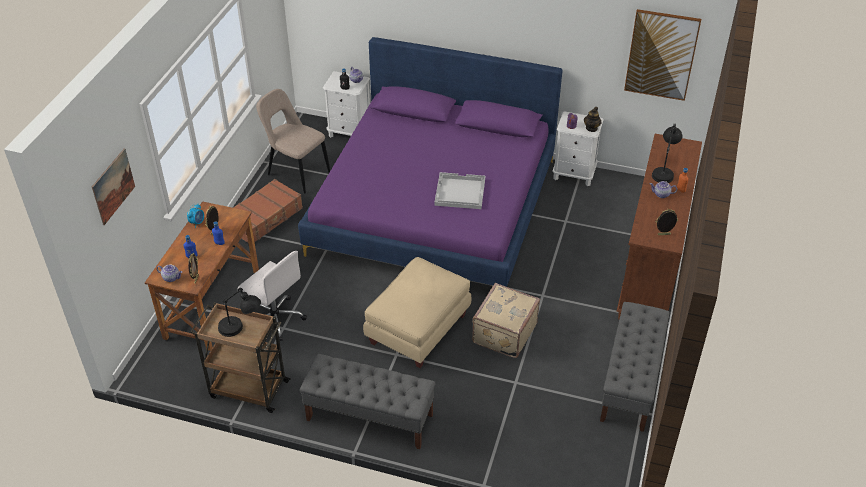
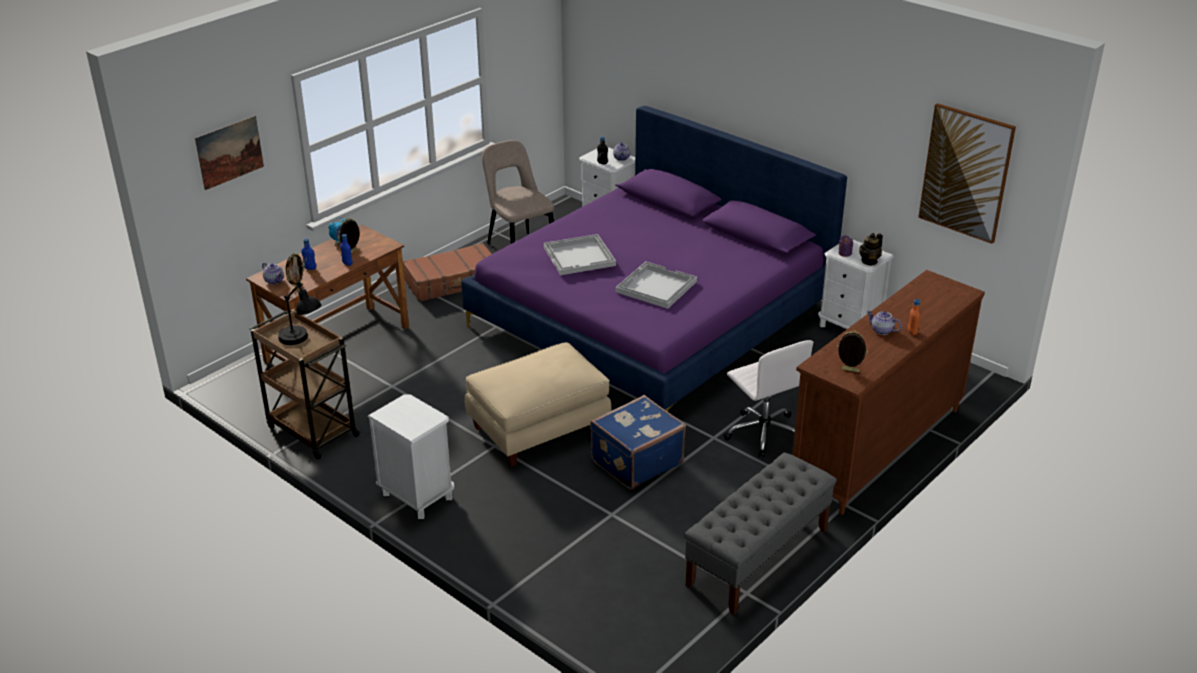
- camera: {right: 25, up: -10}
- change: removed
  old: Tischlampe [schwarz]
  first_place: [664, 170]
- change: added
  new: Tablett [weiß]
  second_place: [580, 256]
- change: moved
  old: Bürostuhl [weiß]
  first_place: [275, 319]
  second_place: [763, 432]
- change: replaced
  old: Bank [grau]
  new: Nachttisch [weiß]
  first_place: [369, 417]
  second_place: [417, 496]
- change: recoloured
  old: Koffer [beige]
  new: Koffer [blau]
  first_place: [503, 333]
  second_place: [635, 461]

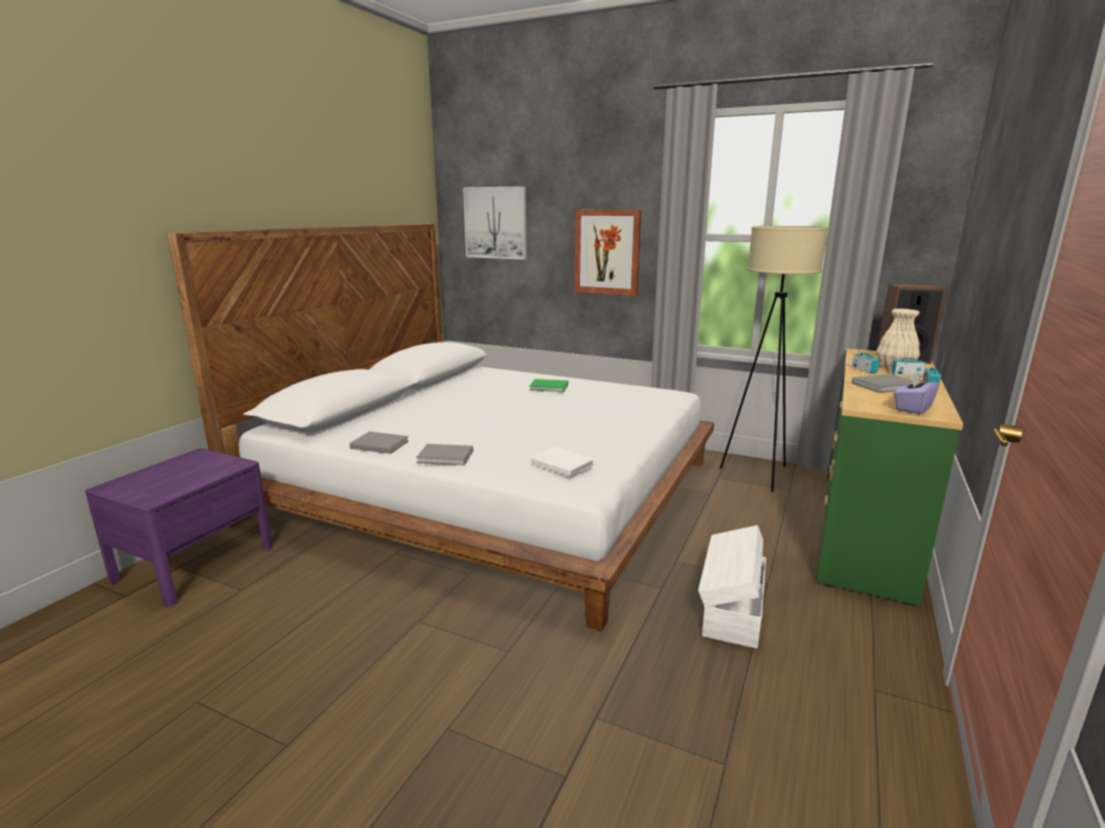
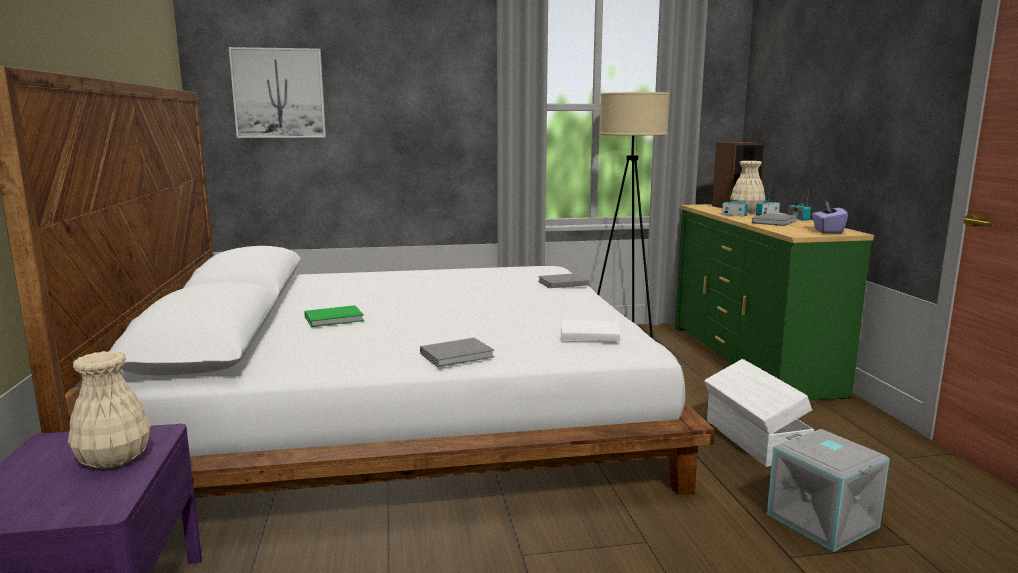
- camera: {right: -35, up: -5}
- change: removed
  old: Bild
  first_place: [607, 252]
- change: added
  new: Vase [beige]
  second_place: [113, 459]
- change: added
  new: Aufbewahrungsbox [grau]
  second_place: [824, 520]
- change: moved
  old: Buch [grau]
  first_place: [379, 444]
  second_place: [561, 283]
- change: moved
  old: Buch [grün]
  first_place: [550, 387]
  second_place: [335, 319]

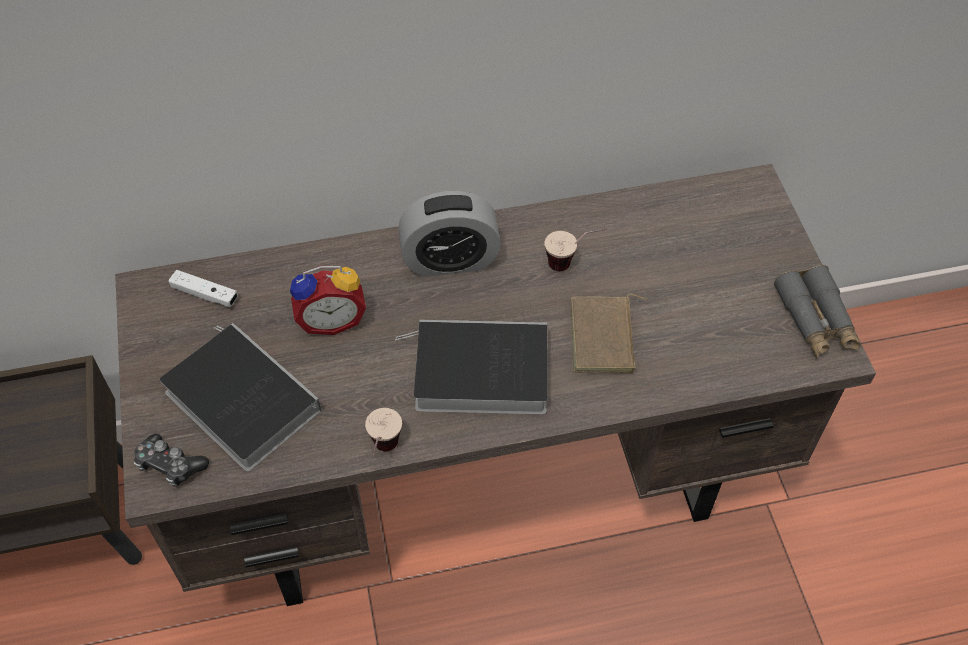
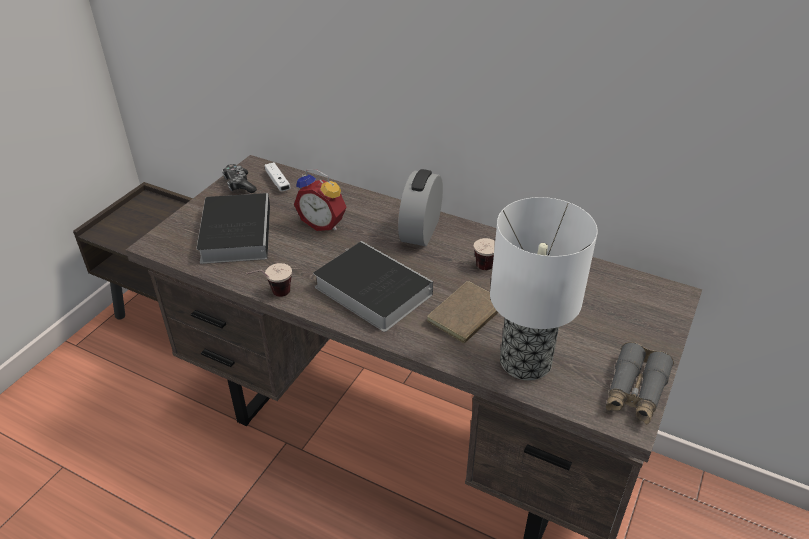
- camera: {right: 40, up: -15}
- change: added
  new: Tischlampe
  second_place: [526, 363]
- change: moved
  old: Gamepad
  first_place: [170, 465]
  second_place: [239, 184]
- change: turned
  old: Wecker
  first_place: [450, 260]
  second_place: [420, 231]
  degrees: 75

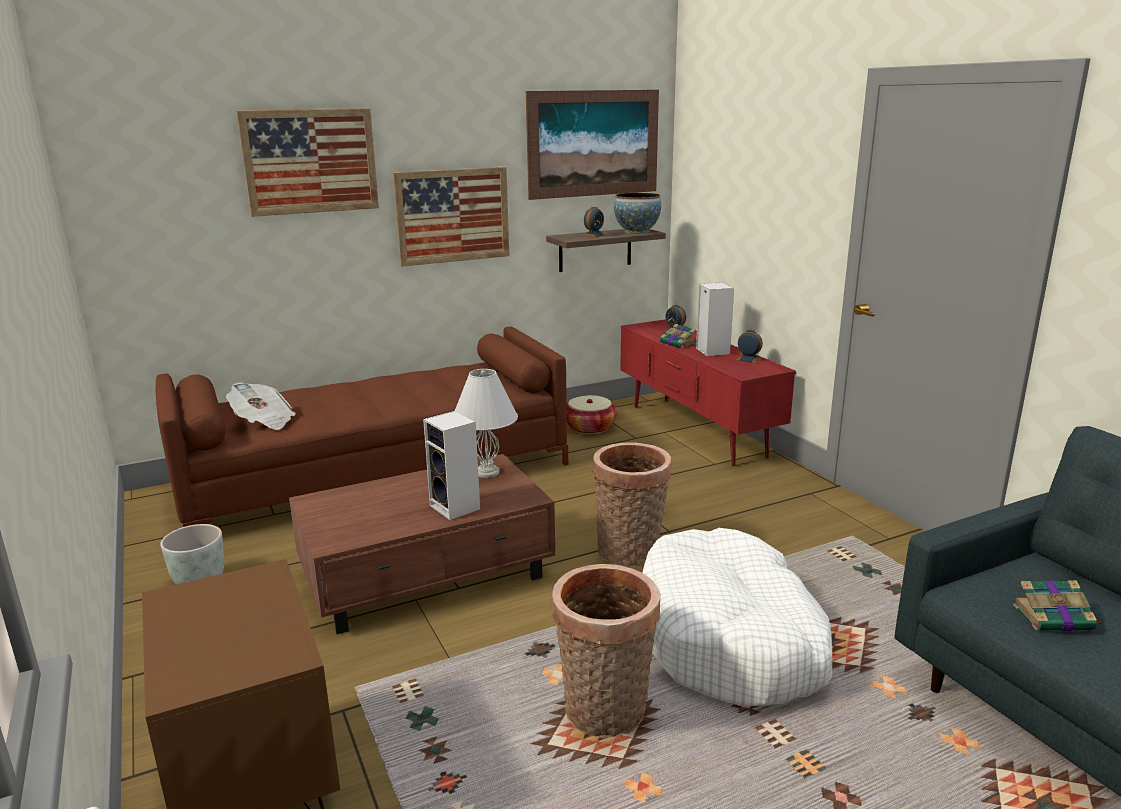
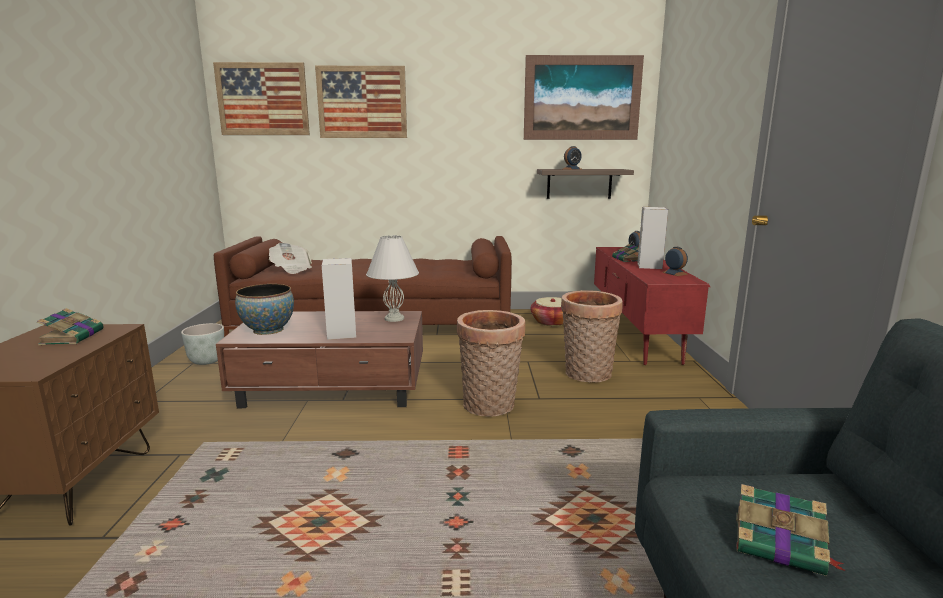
- camera: {right: 25, up: -5}
- change: removed
  old: Hundebett [weiß]
  first_place: [729, 639]
- change: added
  new: Buch
  second_place: [73, 336]
- change: moved
  old: Bild
  first_place: [453, 215]
  second_place: [263, 99]
- change: moved
  old: Korb
  first_place: [605, 714]
  second_place: [587, 375]
- change: moved
  old: Schüssel
  first_place: [637, 231]
  second_place: [268, 330]

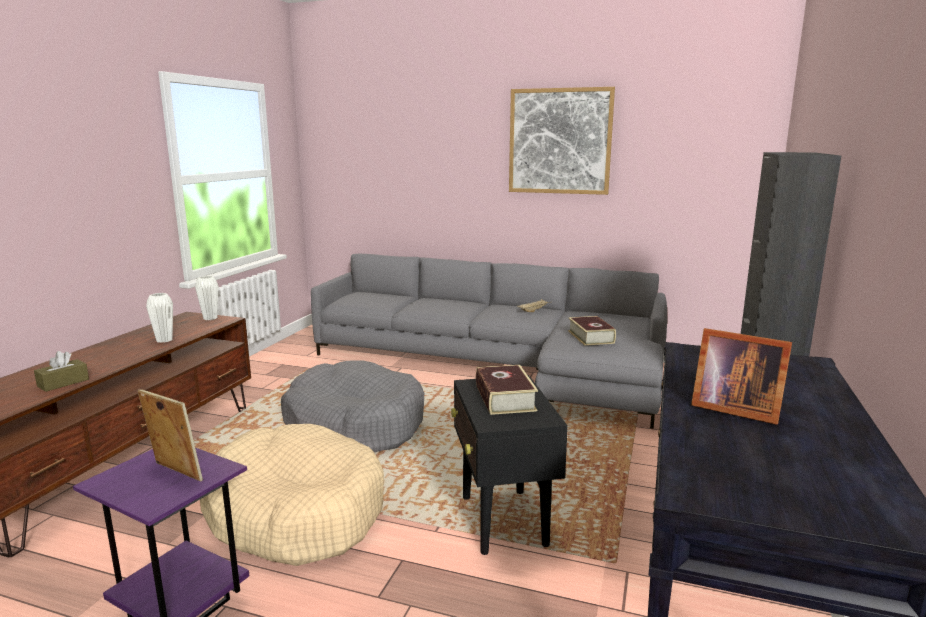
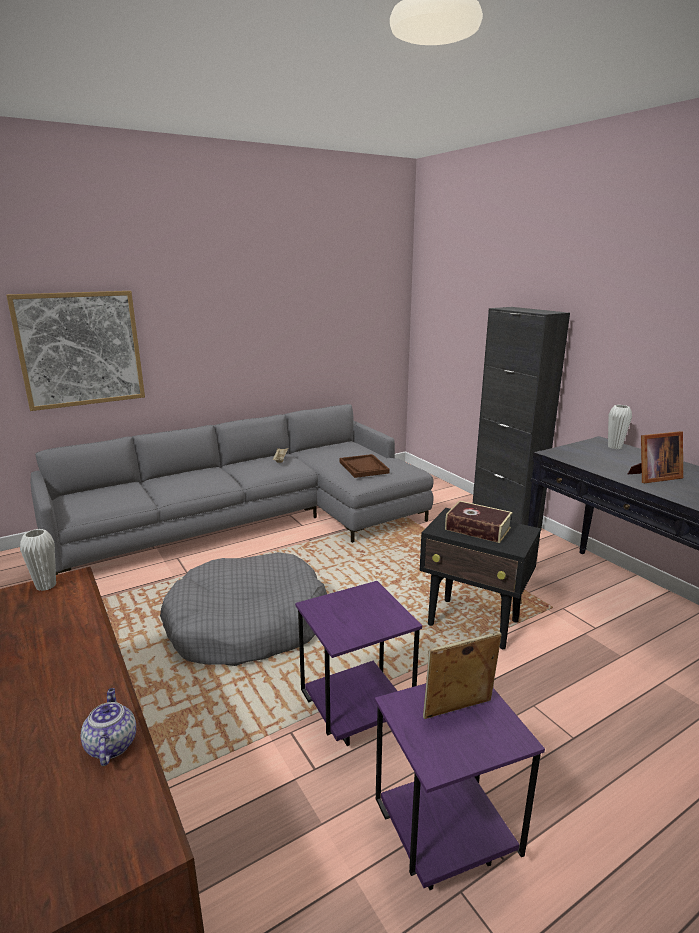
- camera: {right: -50, up: 5}
- change: moved
  old: Vase [weiß]
  first_place: [164, 340]
  second_place: [614, 447]
- change: moved
  old: Bild
  first_place: [560, 141]
  second_place: [80, 349]
- change: replaced
  old: Taschentuchbox [braun]
  new: Teekanne
  first_place: [63, 383]
  second_place: [111, 745]
- change: replaced
  old: Hundebett [beige]
  new: Beistelltisch [lila]
  first_place: [295, 512]
  second_place: [356, 716]
- change: replaced
  old: Buch
  new: Tablett [braun]
  first_place: [590, 337]
  second_place: [364, 467]

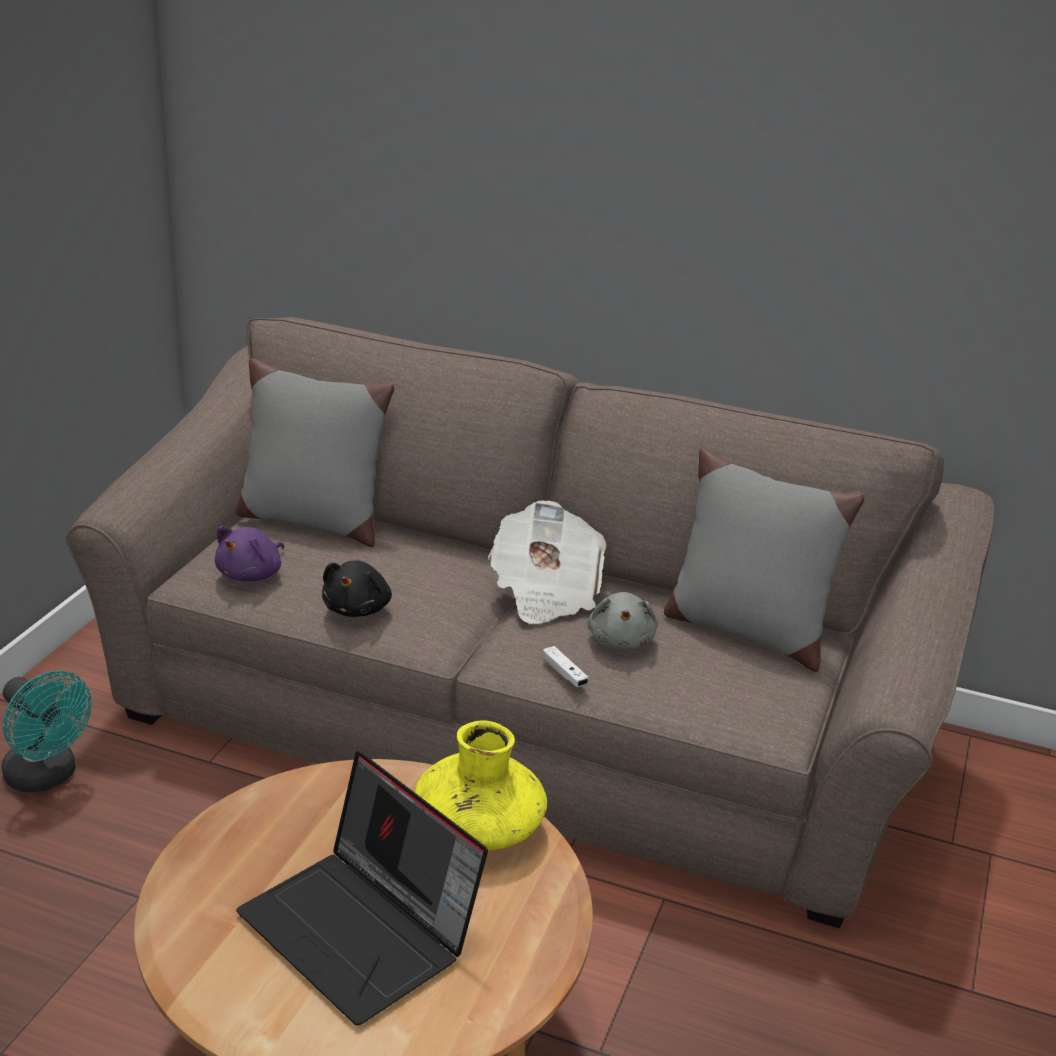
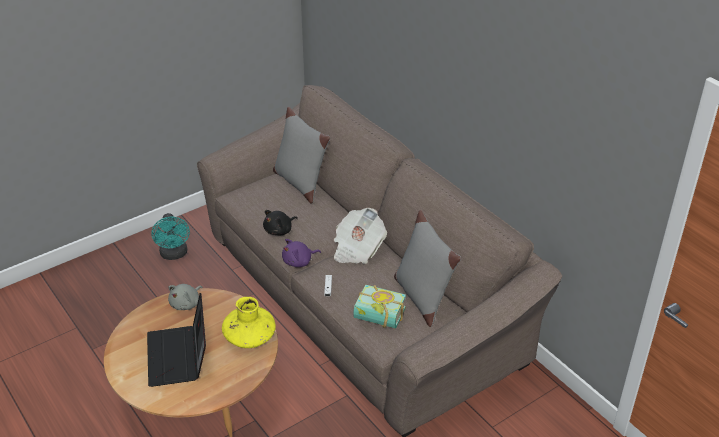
- camera: {right: 35, up: 10}
- change: added
  new: Buch
  second_place: [377, 319]
- change: moved
  old: Plüschtier [lila]
  first_place: [252, 574]
  second_place: [299, 261]
- change: moved
  old: Plüschtier [grau]
  first_place: [621, 640]
  second_place: [186, 304]

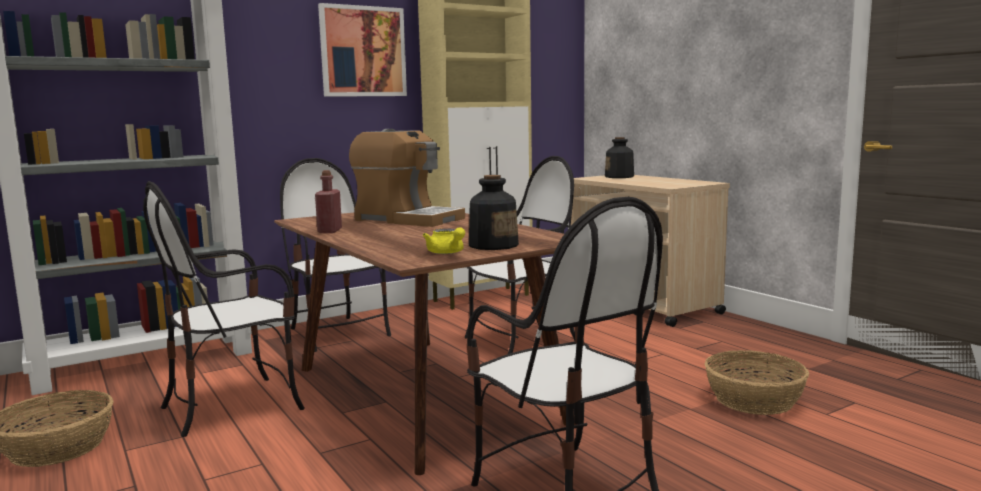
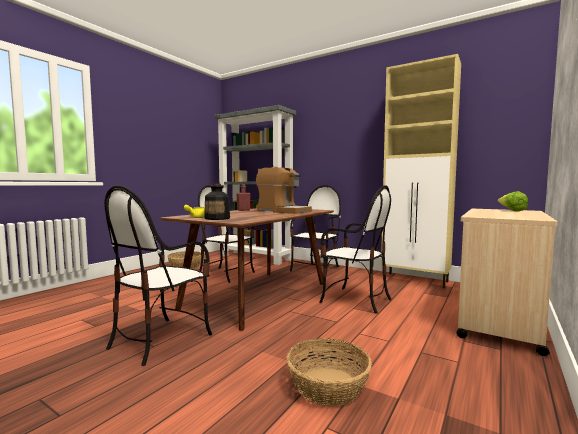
- camera: {right: 65, up: -5}
- change: removed
  old: Bild
  first_place: [363, 51]
- change: replaced
  old: Flasche
  new: Salatkopf
  first_place: [619, 177]
  second_place: [511, 211]
- change: turned
  old: Kaffeemaschine
  first_place: [407, 219]
  second_place: [283, 211]
  degrees: -60

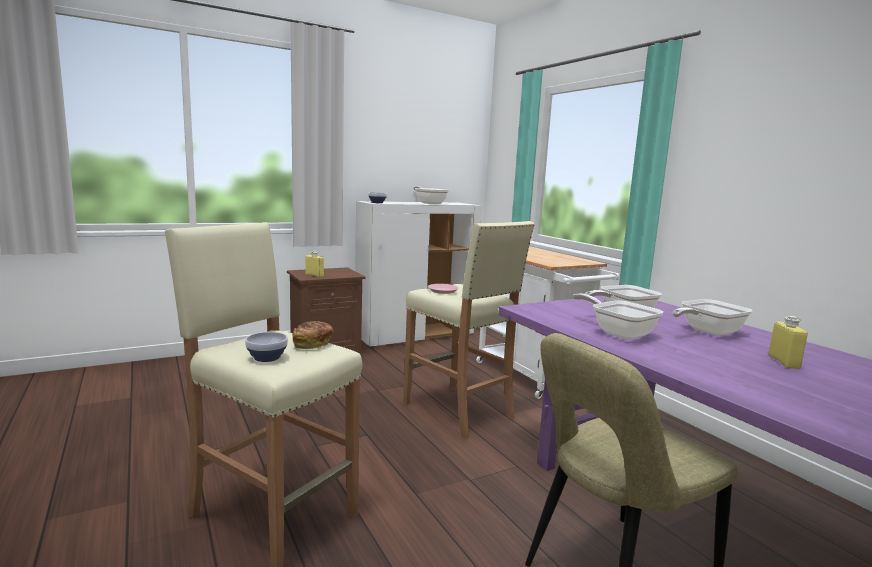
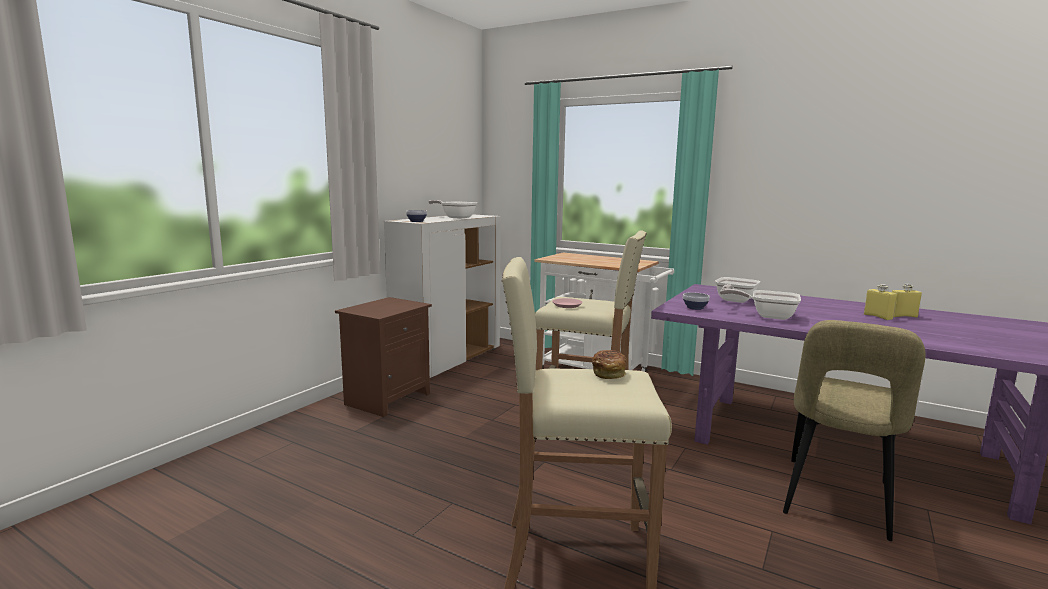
- camera: {right: -30, up: 0}
- change: removed
  old: Pfanne
  first_place: [707, 332]
- change: moved
  old: Schüssel
  first_place: [268, 358]
  second_place: [695, 308]
- change: moved
  old: Flasche [gelb]
  first_place: [314, 275]
  second_place: [902, 316]

